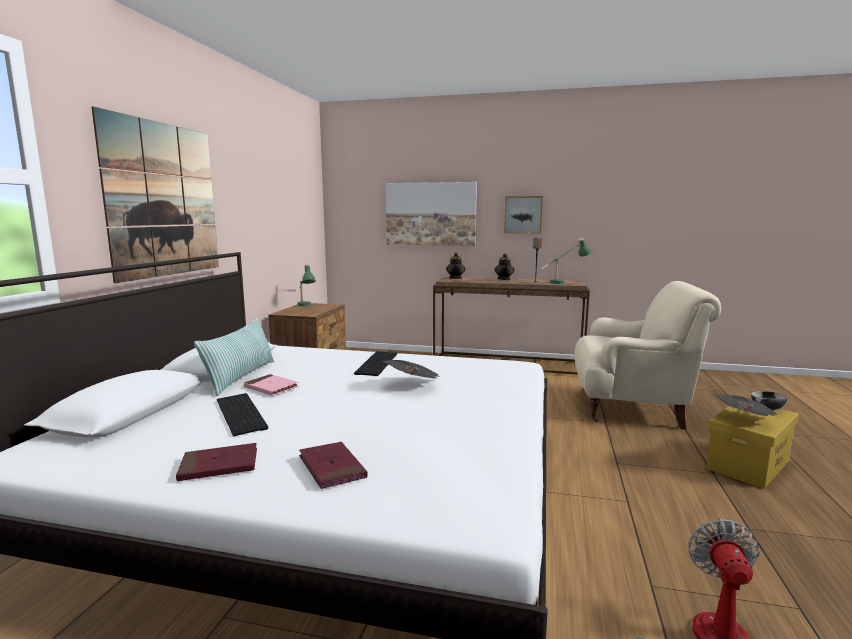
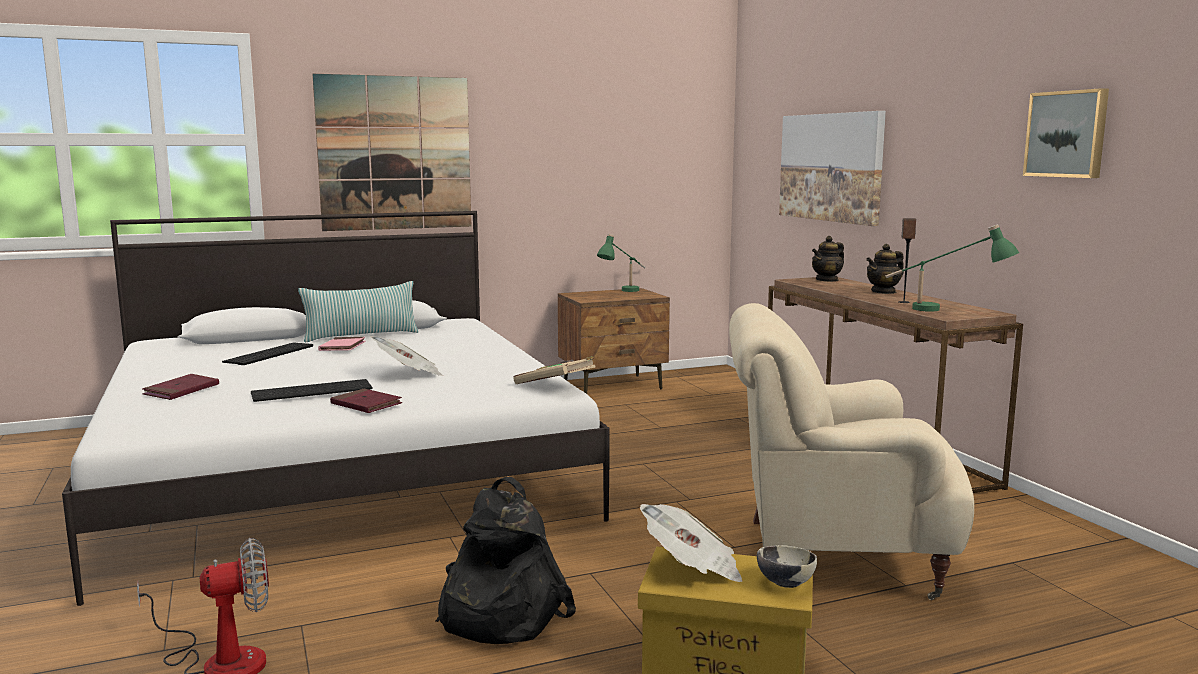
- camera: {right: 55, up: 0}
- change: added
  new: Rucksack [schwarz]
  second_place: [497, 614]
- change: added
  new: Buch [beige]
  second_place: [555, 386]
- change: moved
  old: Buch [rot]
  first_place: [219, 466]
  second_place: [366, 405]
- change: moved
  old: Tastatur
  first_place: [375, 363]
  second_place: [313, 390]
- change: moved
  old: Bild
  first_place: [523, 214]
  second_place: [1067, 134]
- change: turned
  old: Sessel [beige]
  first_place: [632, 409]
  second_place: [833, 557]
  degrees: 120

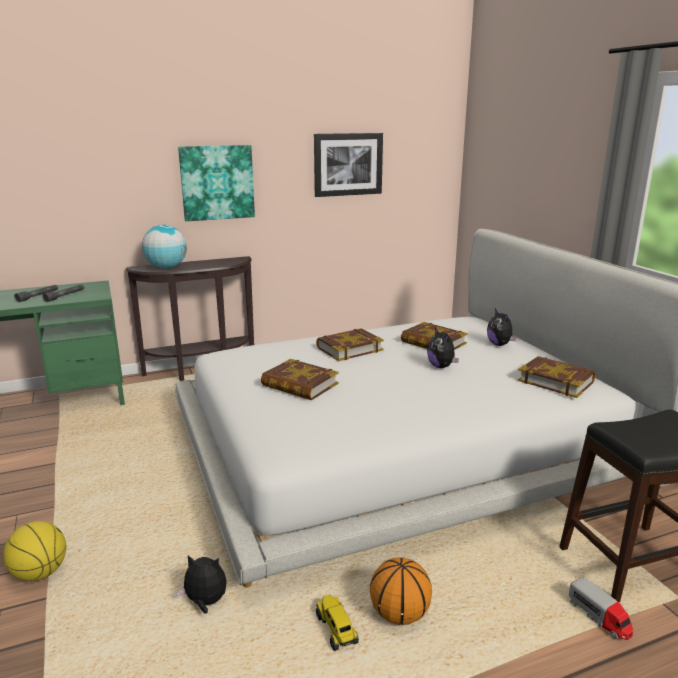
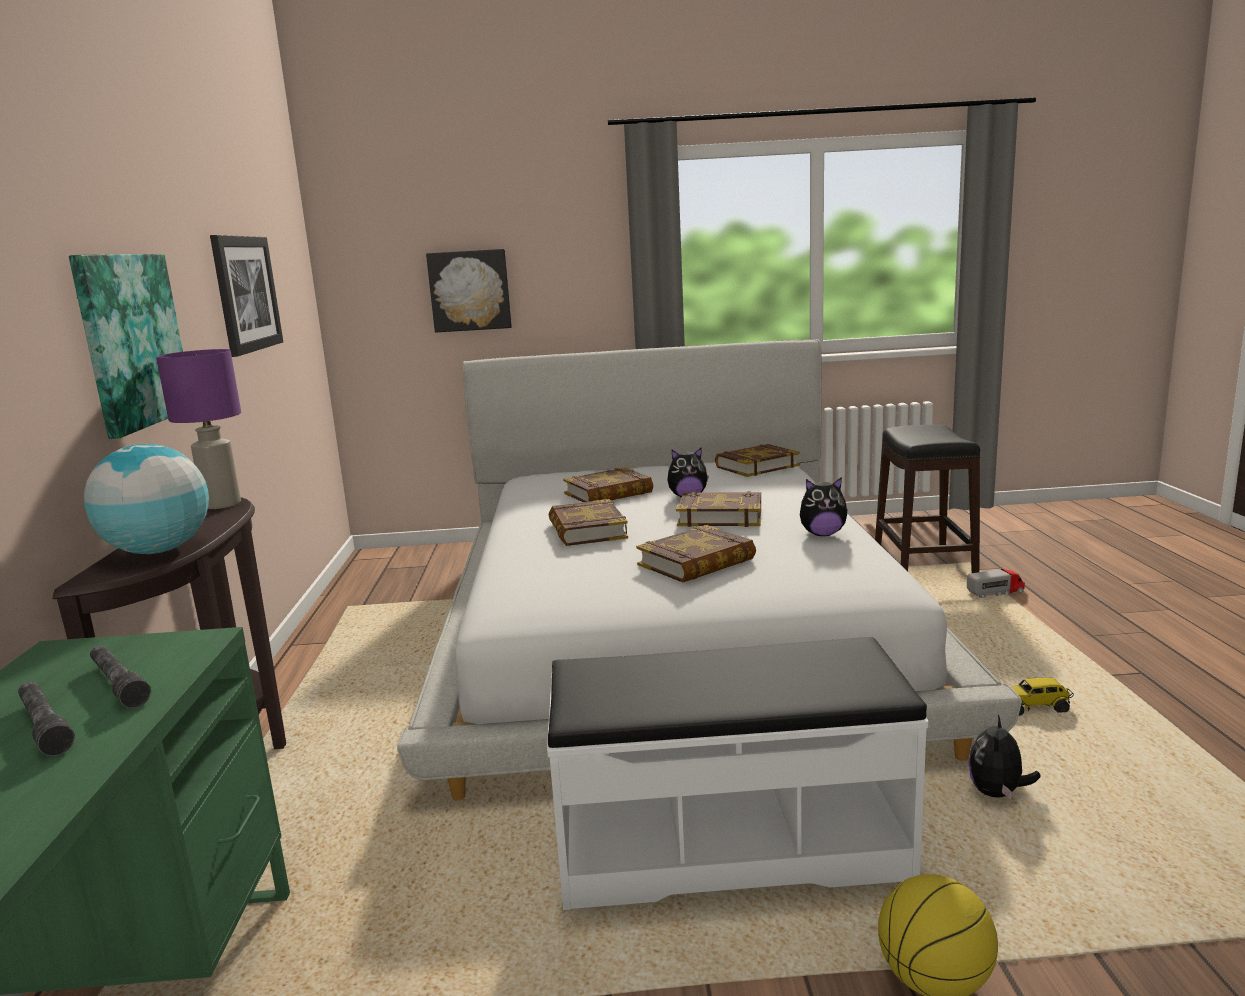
- camera: {right: -70, up: -5}
- change: removed
  old: Basketball
  first_place: [399, 615]
- change: added
  new: Tischlampe [lila]
  second_place: [221, 504]
- change: added
  new: Bild
  second_place: [470, 290]
- change: added
  new: Bank [weiß]
  second_place: [729, 844]
- change: added
  new: Buch
  second_place: [720, 516]
- change: moved
  old: Plüschtier
  first_place: [500, 344]
  second_place: [822, 534]

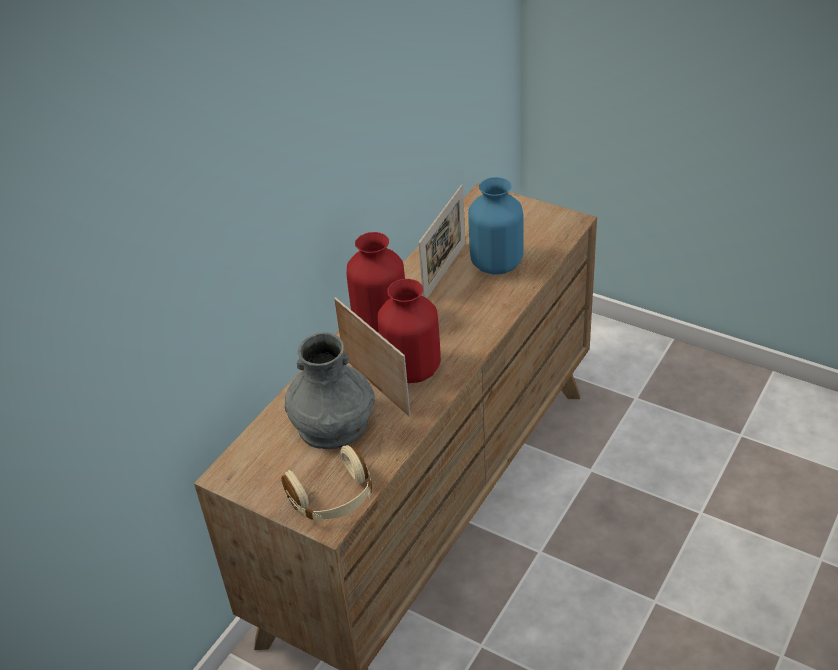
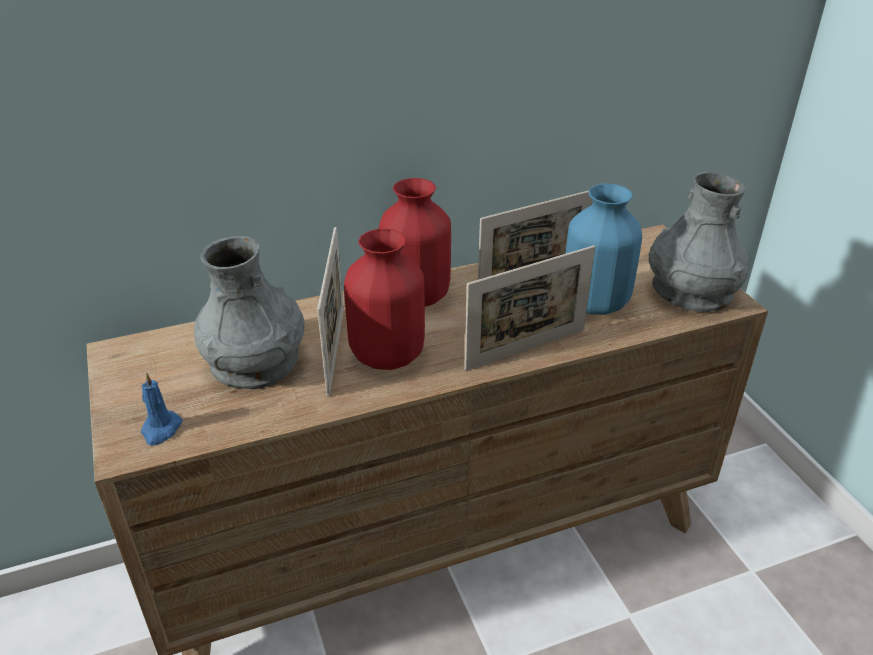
- camera: {right: 35, up: -5}
- change: added
  new: Bilderrahmen
  second_place: [526, 349]
- change: added
  new: Vase [grau]
  second_place: [691, 292]
- change: replaced
  old: Kopfhörer [beige]
  new: Kerze [blau]
  first_place: [333, 498]
  second_place: [161, 430]

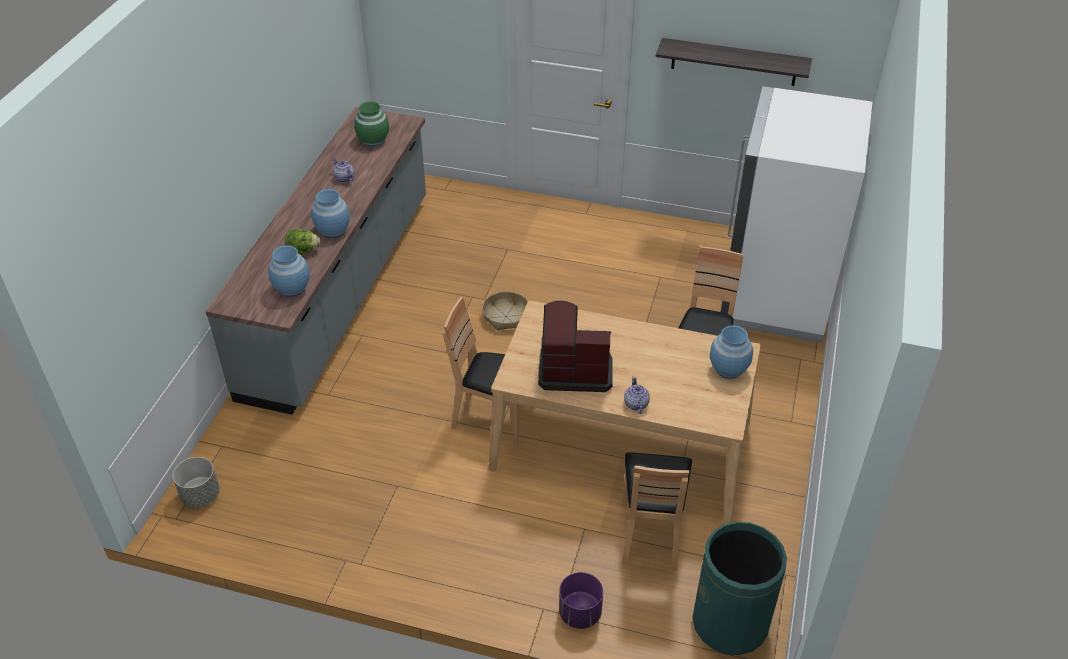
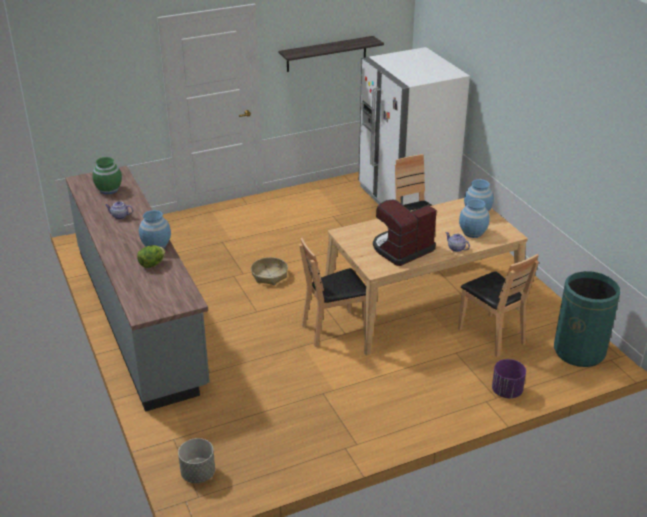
- camera: {right: -40, up: -10}
- change: moved
  old: Vase [blau]
  first_place: [292, 288]
  second_place: [473, 232]

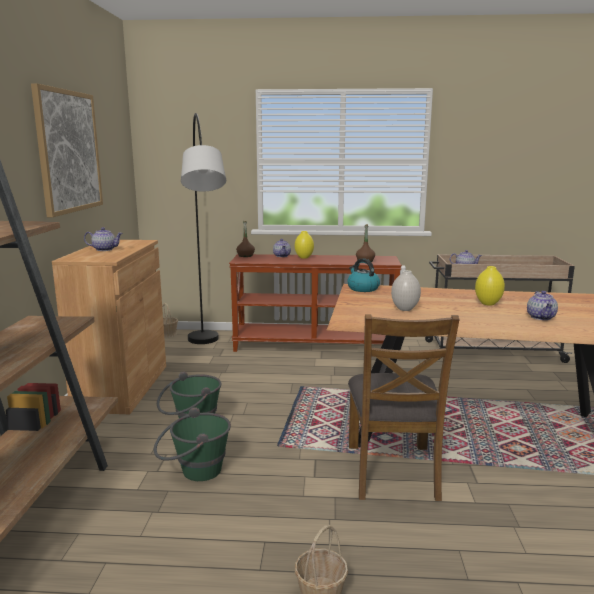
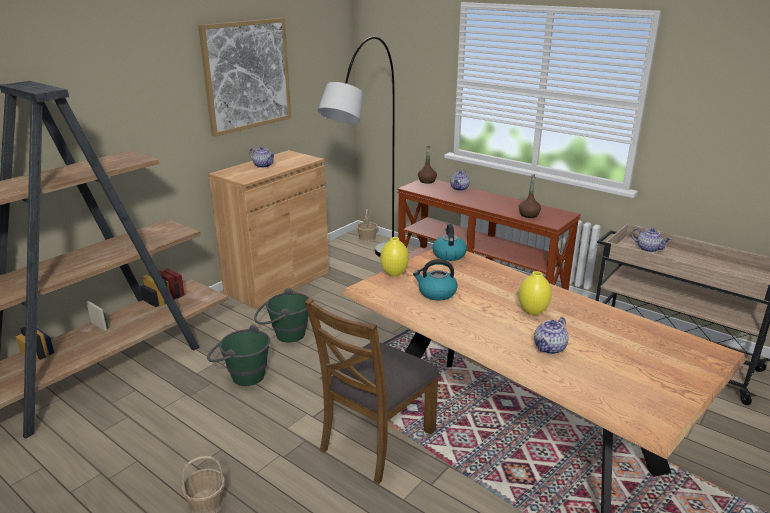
- camera: {right: 35, up: 10}
- change: moved
  old: Vase [gelb]
  first_place: [304, 257]
  second_place: [394, 274]
- change: replaced
  old: Vase [weiß]
  new: Wasserkessel
  first_place: [405, 309]
  second_place: [436, 293]

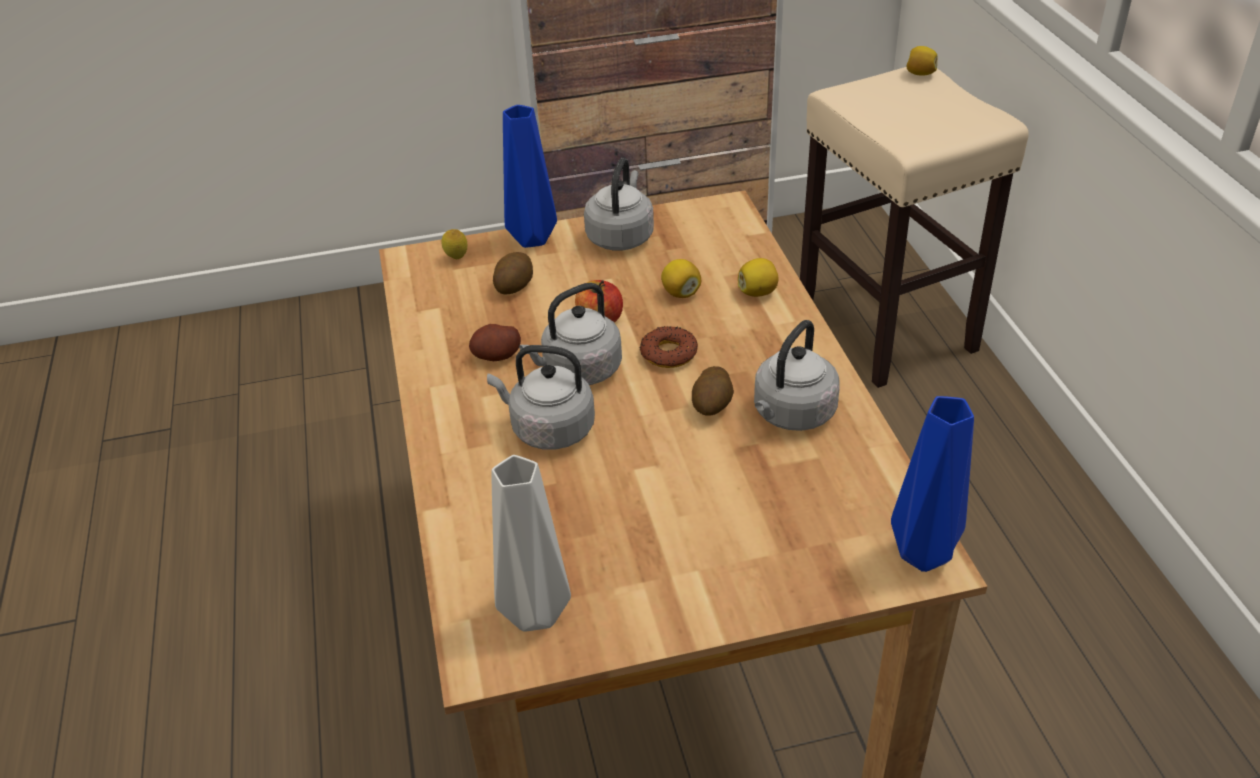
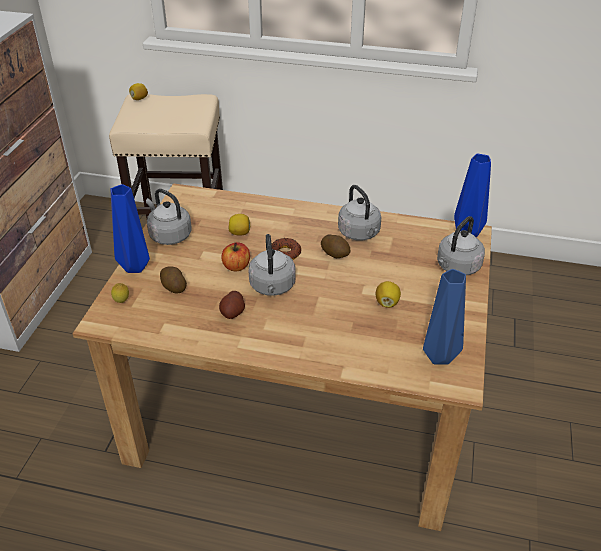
- camera: {right: -65, up: 0}
- change: moved
  old: Wasserkessel [grau]
  first_place: [548, 429]
  second_place: [456, 267]
- change: moved
  old: Zitrone
  first_place: [758, 292]
  second_place: [387, 302]
- change: recoloured
  old: Vase [grau]
  new: Vase [blau]
  first_place: [538, 614]
  second_place: [440, 355]

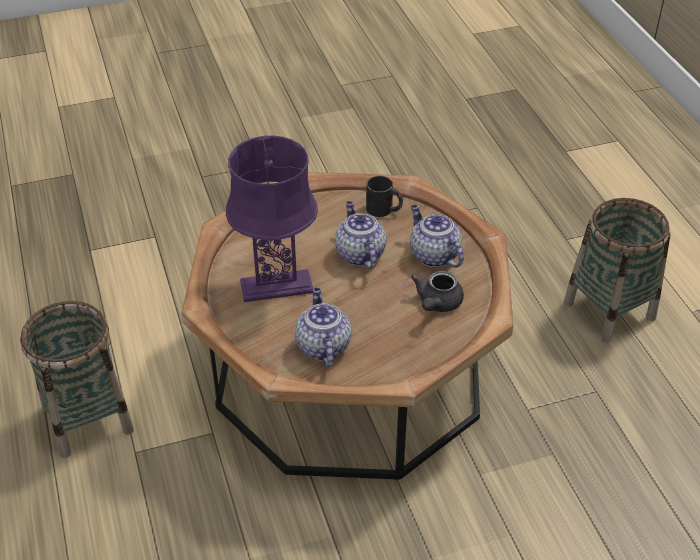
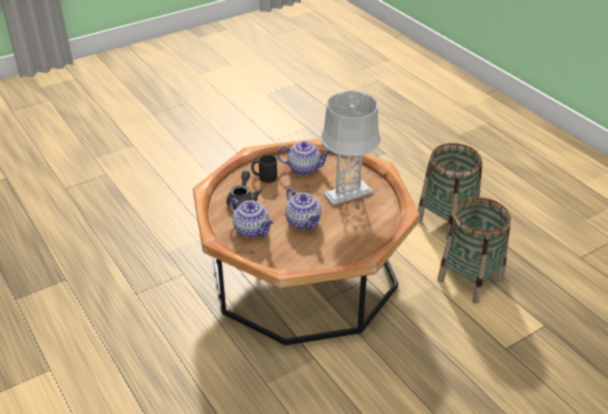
- camera: {right: 165, up: -5}
- change: moved
  old: Henkelbecher [schwarz]
  first_place: [384, 210]
  second_place: [264, 177]
- change: moved
  old: Korb
  first_place: [609, 311]
  second_place: [470, 280]
- change: recoloured
  old: Tischlampe [lila]
  new: Tischlampe [grau]
  first_place: [277, 286]
  second_place: [347, 194]
- change: turned
  old: Teekanne
  first_place: [322, 346]
  second_place: [304, 168]
  degrees: -60

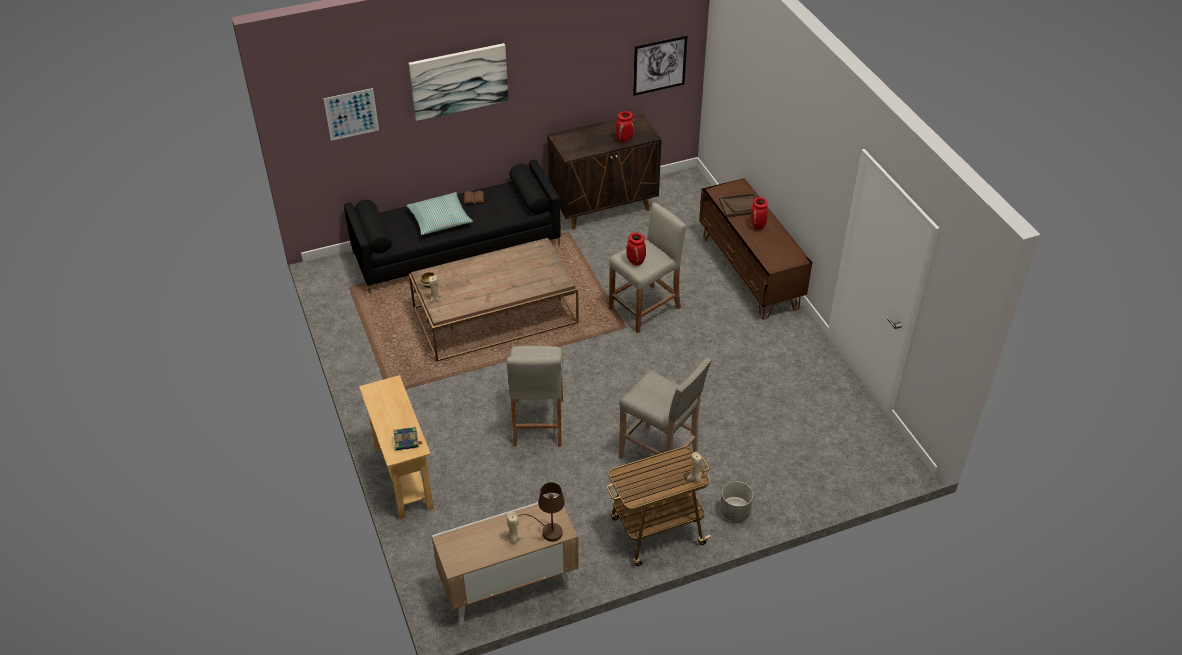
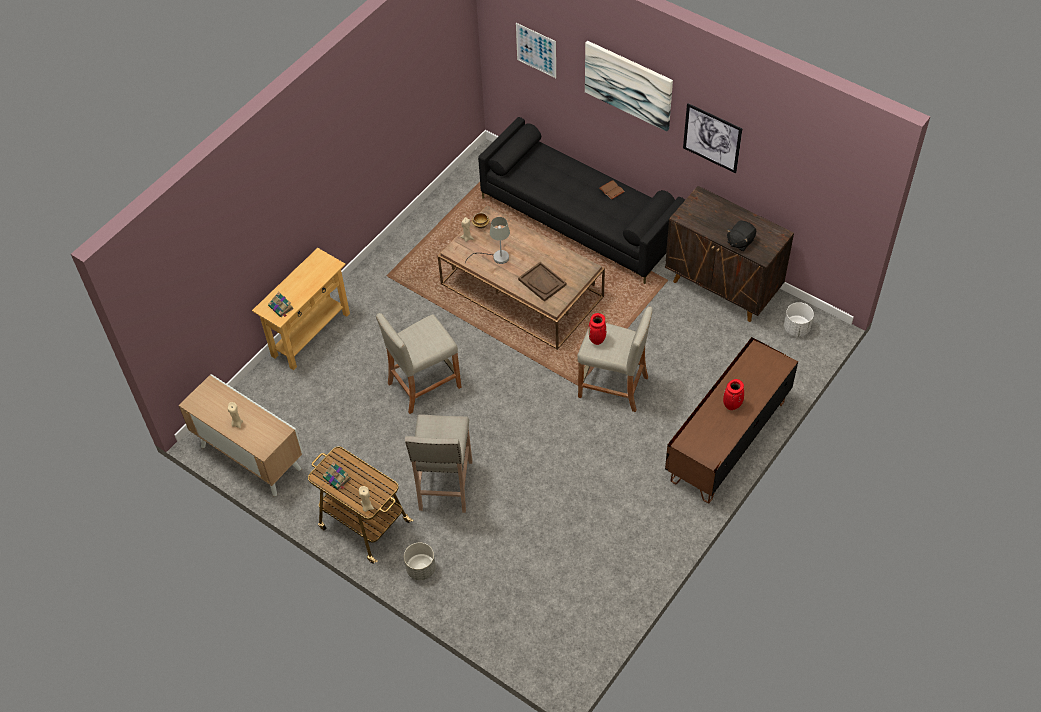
- camera: {right: 60, up: 10}
- change: removed
  old: Kissen
  first_place: [440, 220]
- change: removed
  old: Tischlampe [braun]
  first_place: [547, 530]
- change: added
  new: Buch
  second_place: [337, 479]
- change: added
  new: Tischlampe [grau]
  second_place: [496, 257]
- change: added
  new: Pflanzkübel [weiß]
  second_place: [796, 328]
- change: moved
  old: Bild
  first_place: [659, 65]
  second_place: [712, 138]
- change: moved
  old: Tablett [braun]
  first_place: [740, 206]
  second_place: [542, 282]
- change: replaced
  old: Vase [rot]
  new: Plüschtier [schwarz]
  first_place: [624, 139]
  second_place: [740, 242]

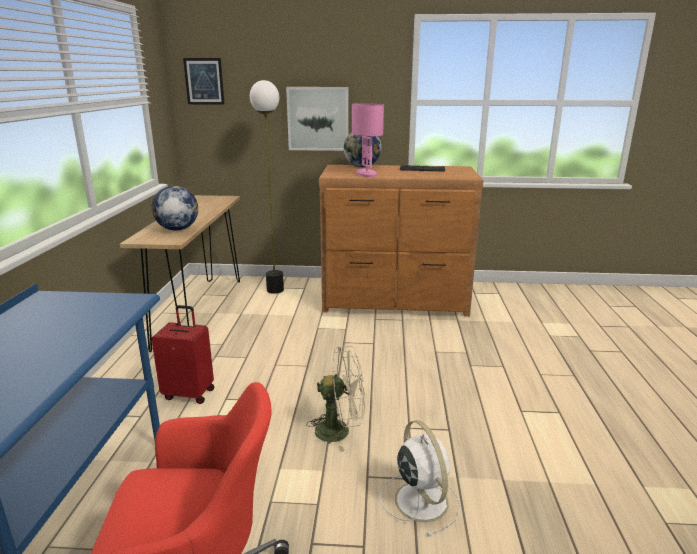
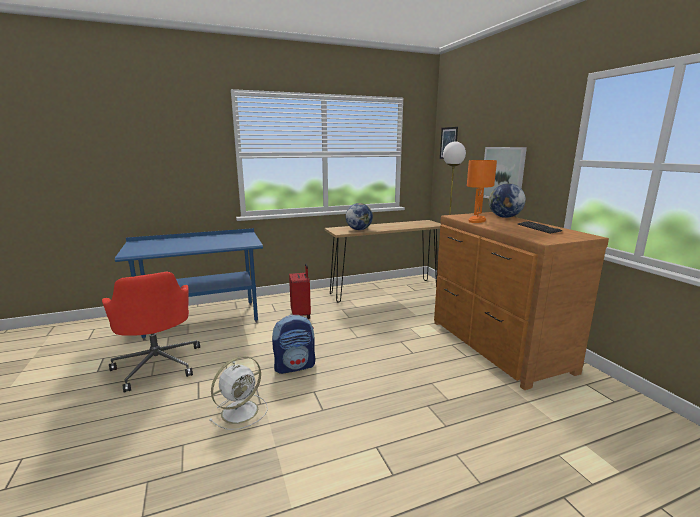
- camera: {right: 65, up: -5}
- change: replaced
  old: Ventilator [beige]
  new: Rucksack
  first_place: [340, 431]
  second_place: [295, 366]
- change: recoloured
  old: Tischlampe [rosa]
  new: Tischlampe [orange]
  first_place: [366, 174]
  second_place: [476, 220]

